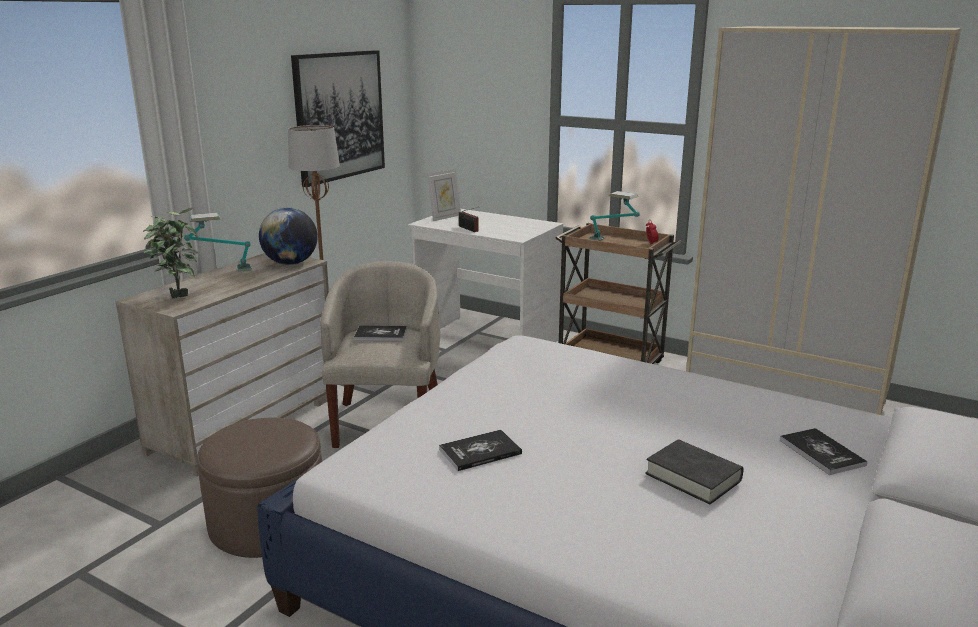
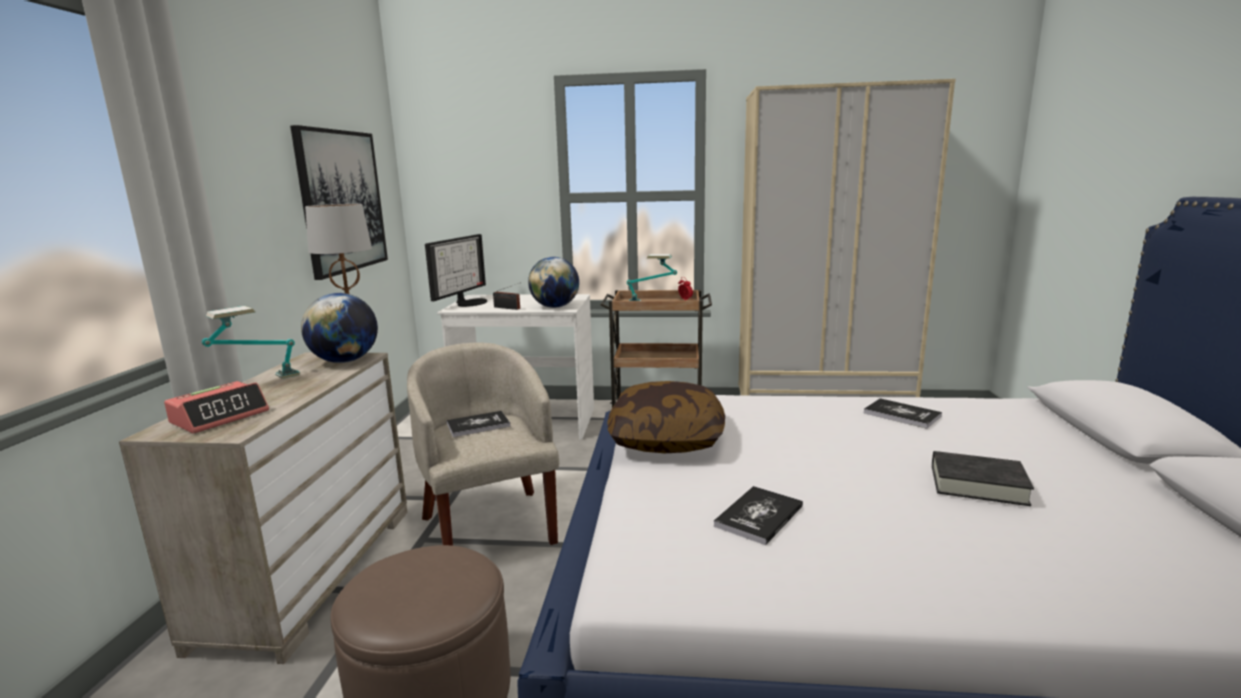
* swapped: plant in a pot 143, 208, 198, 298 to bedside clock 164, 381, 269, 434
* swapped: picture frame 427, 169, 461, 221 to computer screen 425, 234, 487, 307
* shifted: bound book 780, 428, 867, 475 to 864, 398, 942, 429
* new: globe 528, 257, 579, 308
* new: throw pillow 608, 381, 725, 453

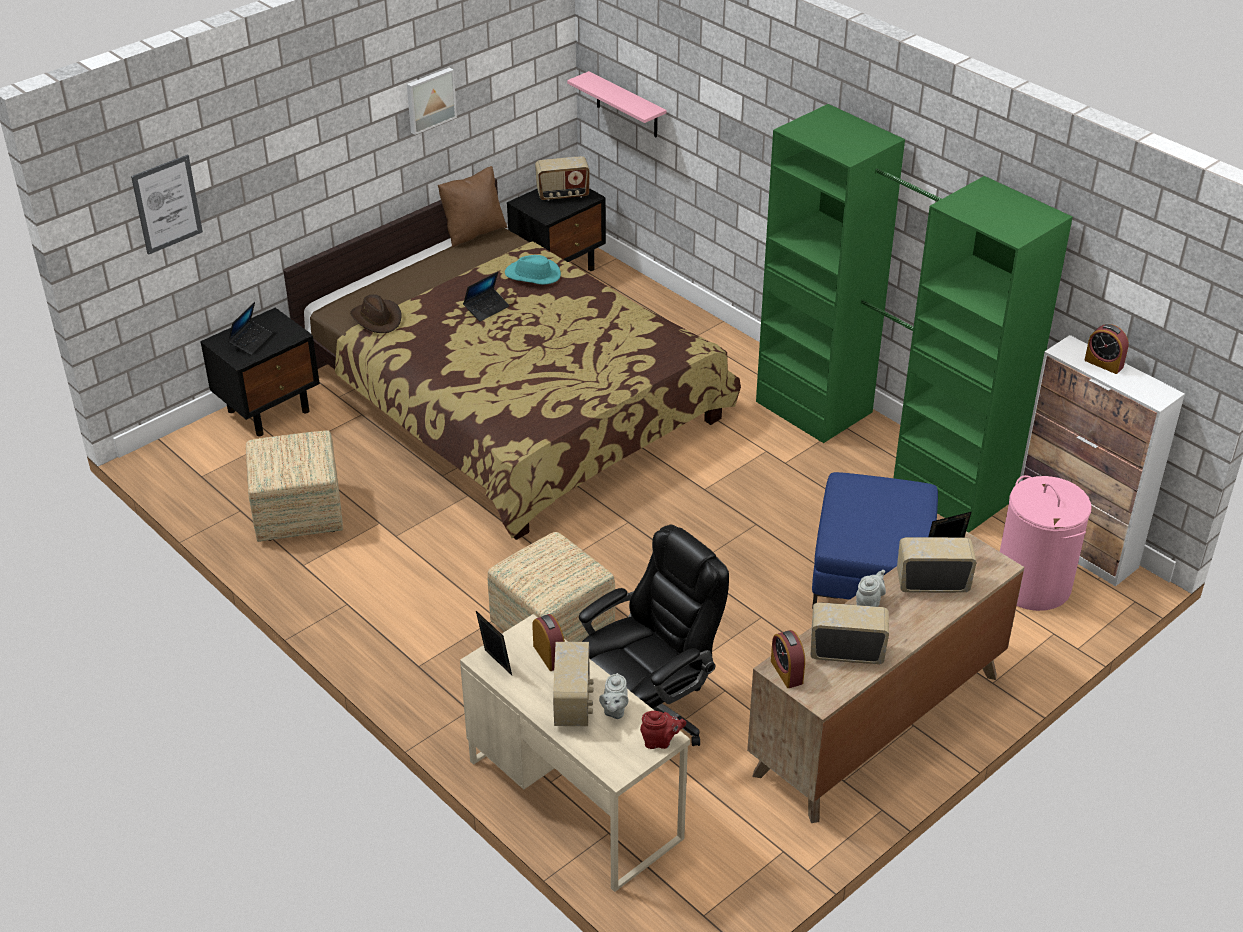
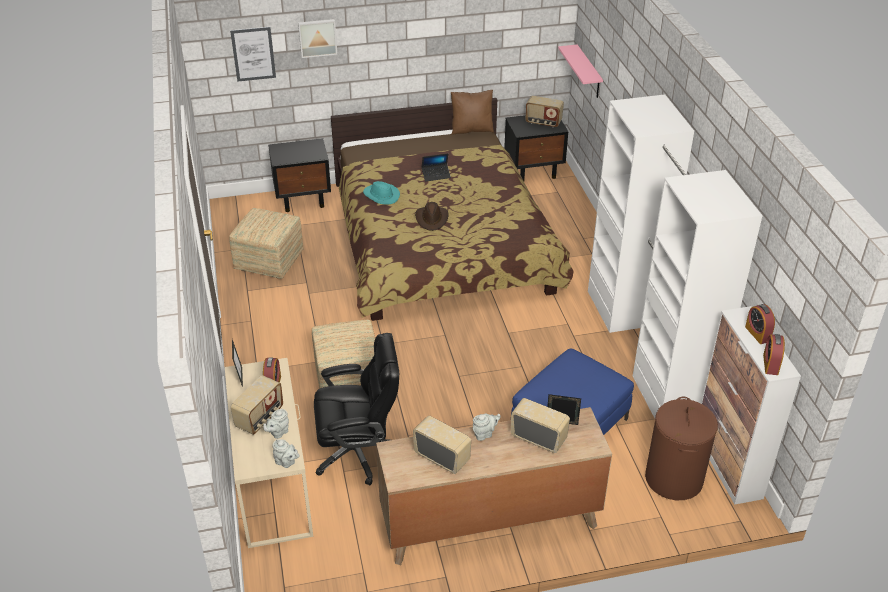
* gone: portable computer 228, 302, 273, 355
* shifted: brownish wearable hat 350, 294, 401, 333 to 415, 202, 449, 231
* shifted: wall picture 407, 67, 457, 135 to 298, 19, 337, 58
* shifted: blue-green wearable hat 505, 255, 561, 285 to 363, 181, 400, 205
* repainted: reddish teapot 640, 711, 686, 749 to gray teapot 273, 439, 300, 468
* repainted: greenish armoire 756, 104, 1073, 533 to white armoire 588, 95, 763, 418
* shifted: bedside clock 771, 630, 805, 688 to 763, 334, 785, 375
* repainted: pink-coloured washing basket 1000, 475, 1092, 611 to brownish washing basket 645, 396, 718, 500

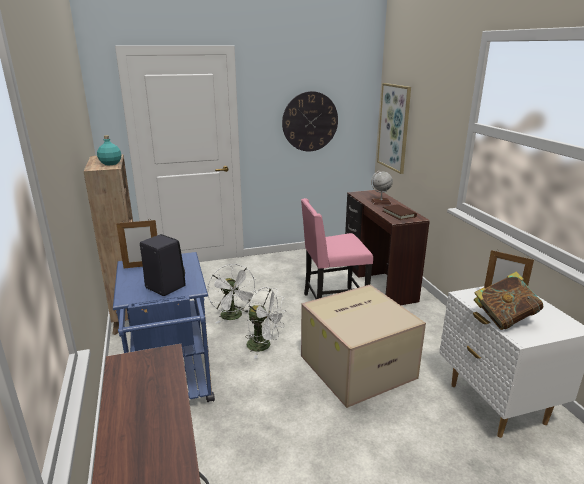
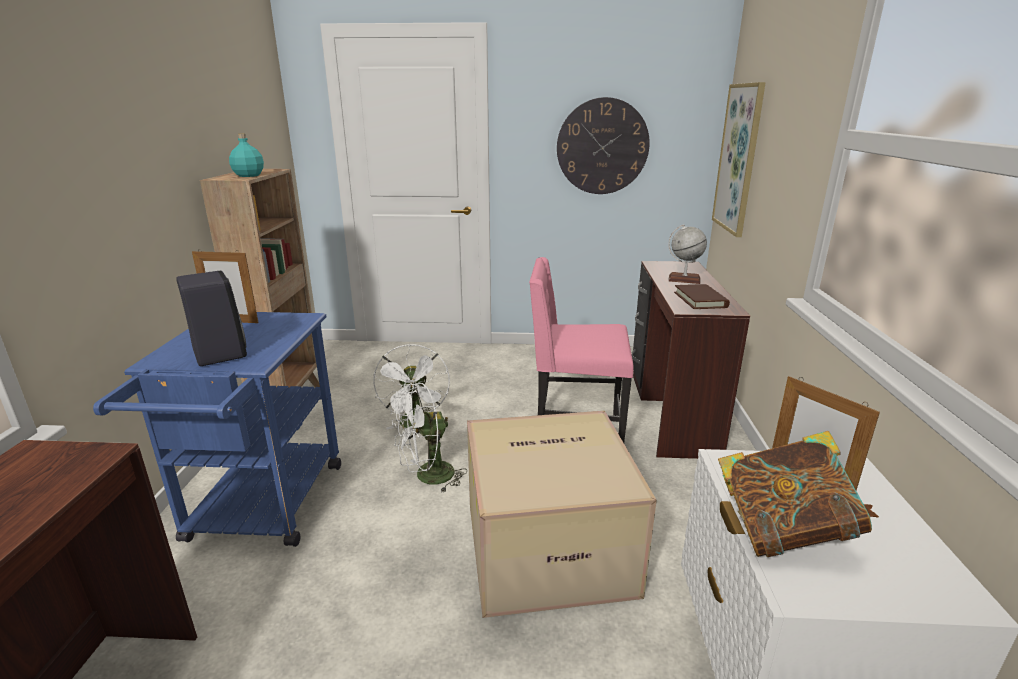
* rotated: white electric fan 245, 287, 286, 359 = 392, 383, 467, 493 105 degrees clockwise

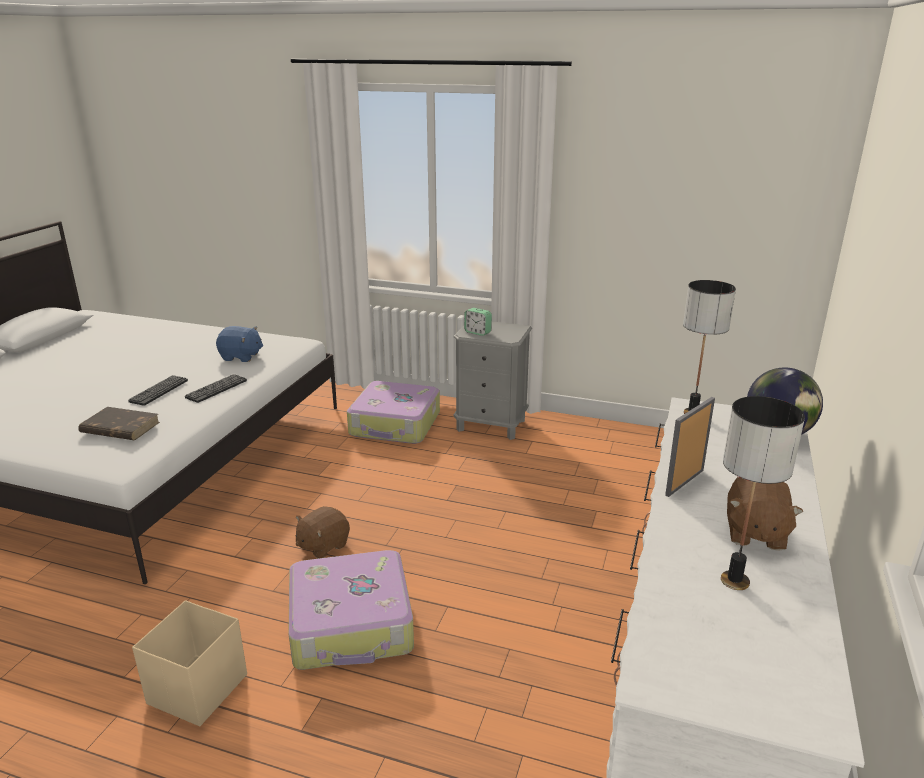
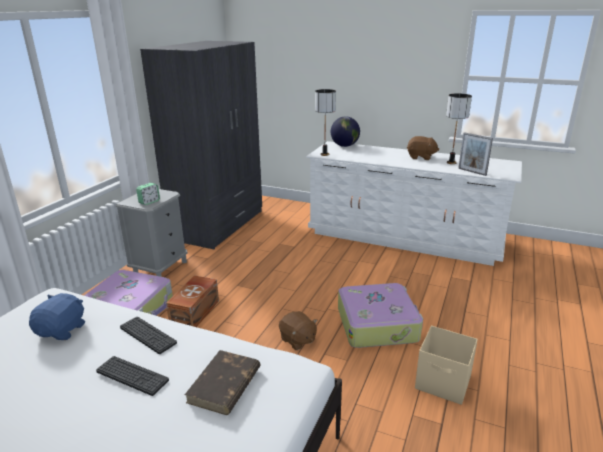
* shifted: picture frame 665, 397, 715, 497 to 458, 132, 493, 176
* new: gray armoire 140, 41, 262, 249
* new: brownish storage container 166, 275, 219, 327

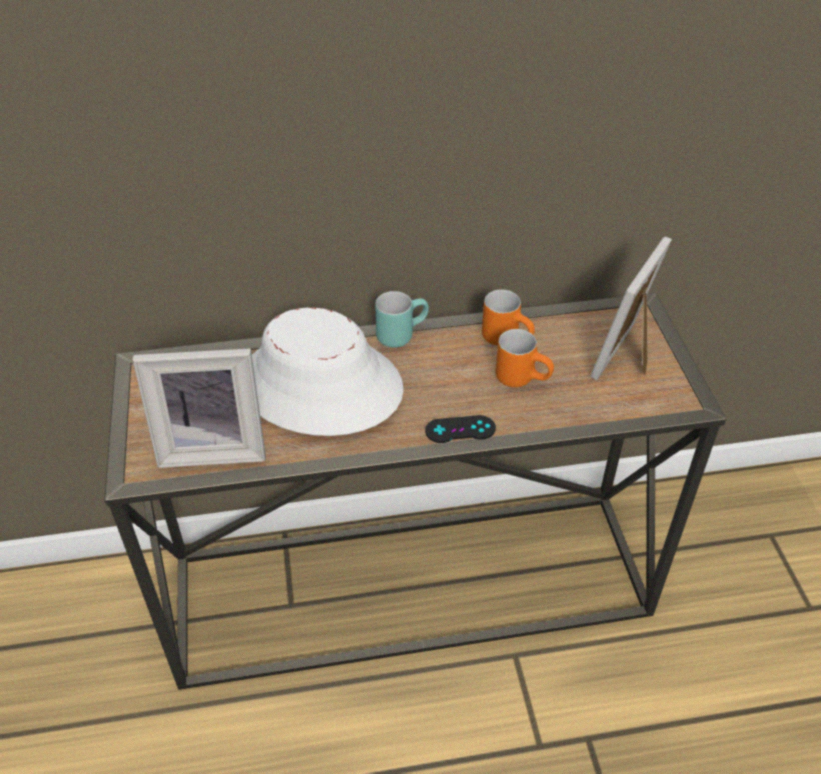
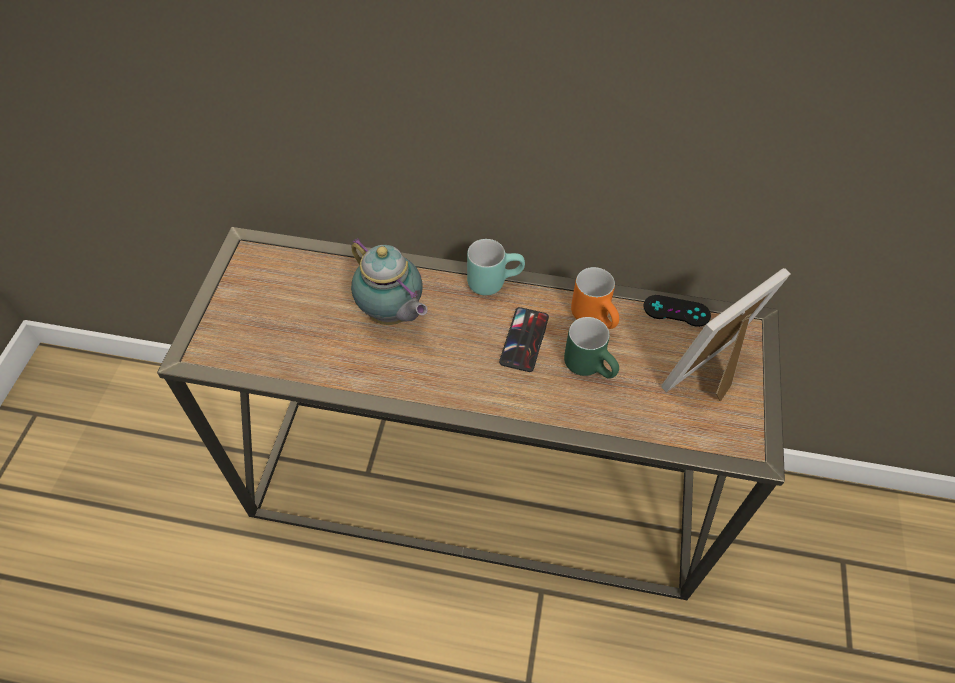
* gone: picture frame 133, 348, 266, 468
* swapped: white wearable hat 252, 307, 404, 436 to teapot 351, 238, 428, 325
* shifted: black joypad 425, 415, 496, 443 to 644, 295, 711, 327
* repainted: orange-coloured tea mug 496, 329, 554, 387 to greenish tea mug 564, 317, 619, 379
* new: telephone 499, 307, 549, 372

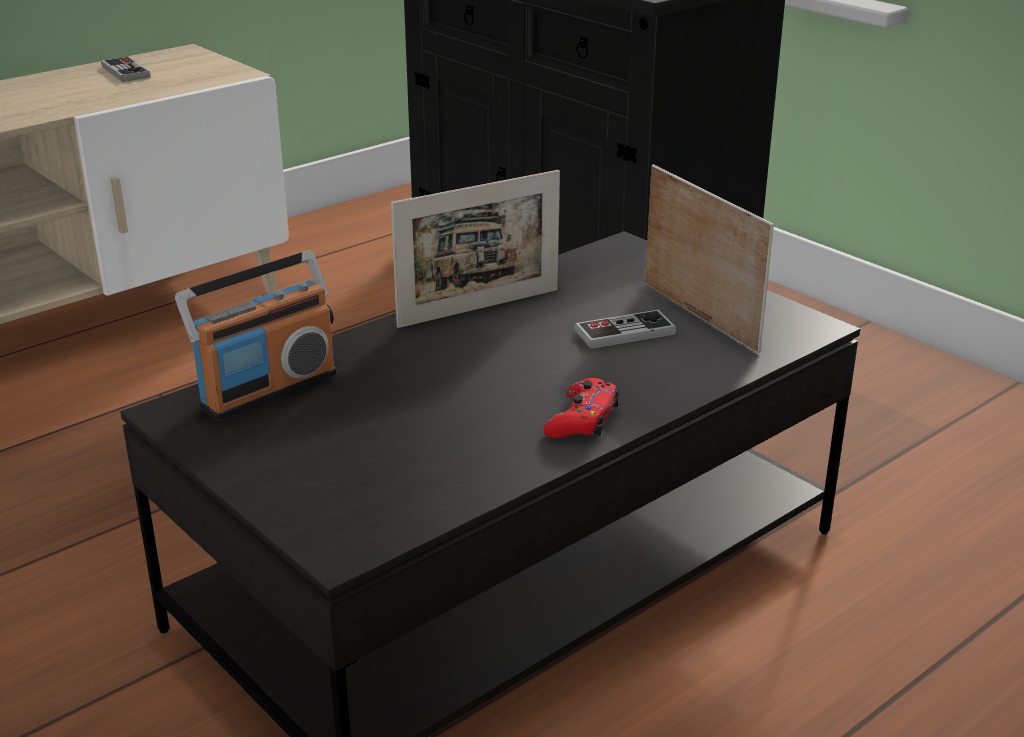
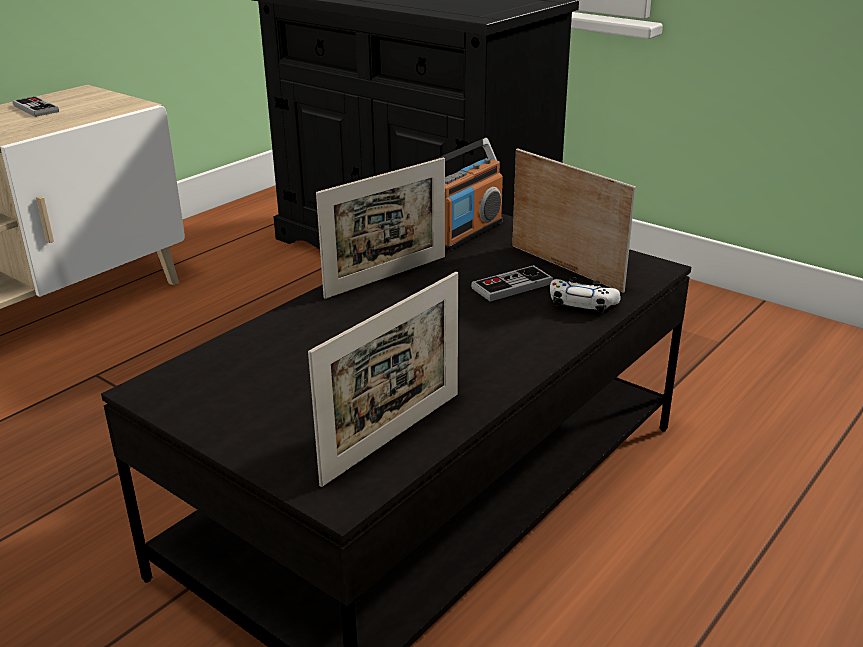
* shifted: radio 175, 250, 336, 421 to 431, 138, 503, 251
* gone: reddish joypad 544, 378, 619, 438
* new: picture frame 308, 272, 458, 487
* new: white joypad 550, 277, 620, 313

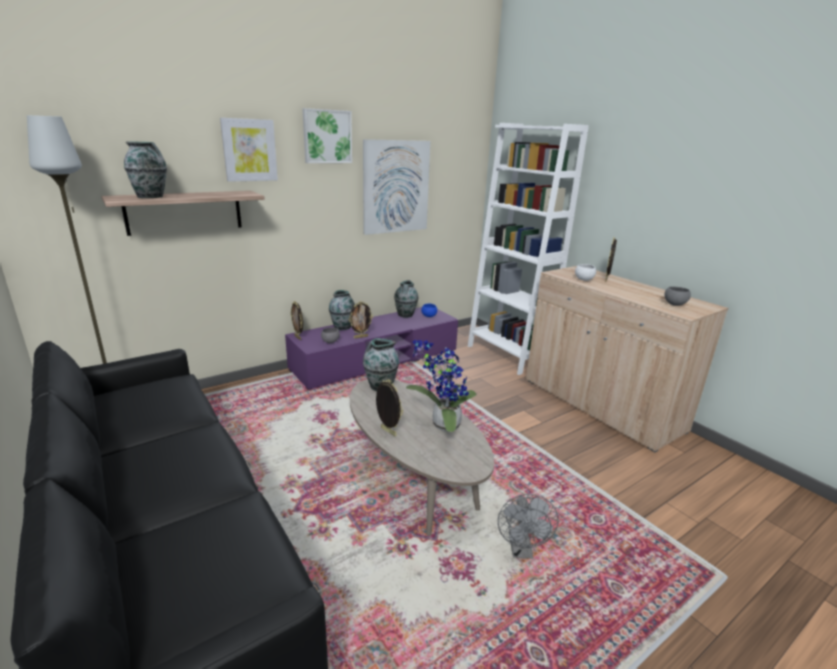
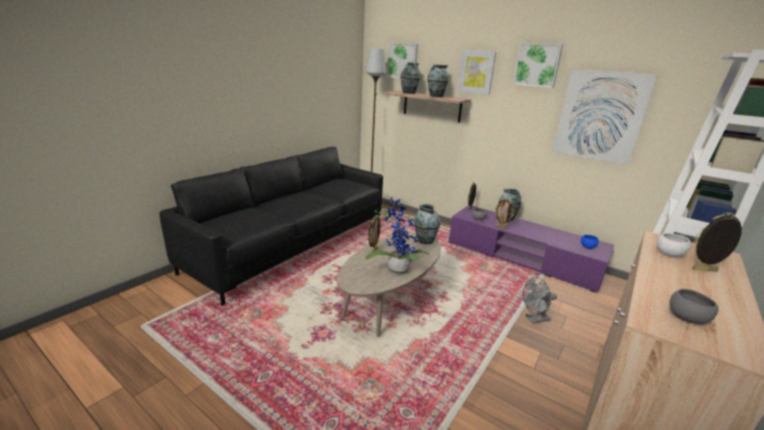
* shifted: decorative vase 394, 280, 419, 317 to 427, 64, 449, 97
* shifted: gray electric fan 498, 494, 559, 559 to 523, 277, 557, 324
* new: wall picture 387, 43, 418, 78

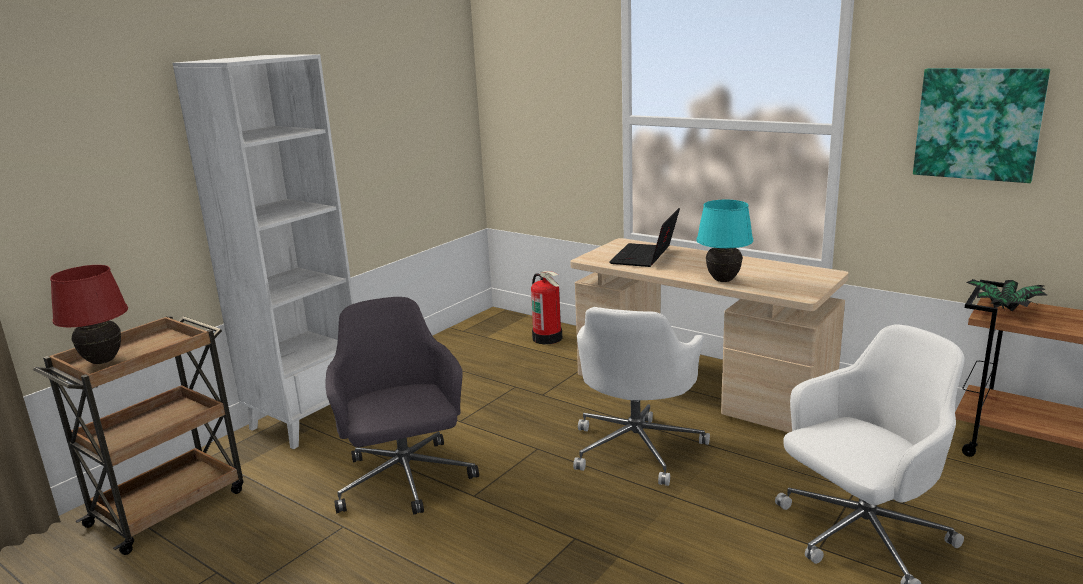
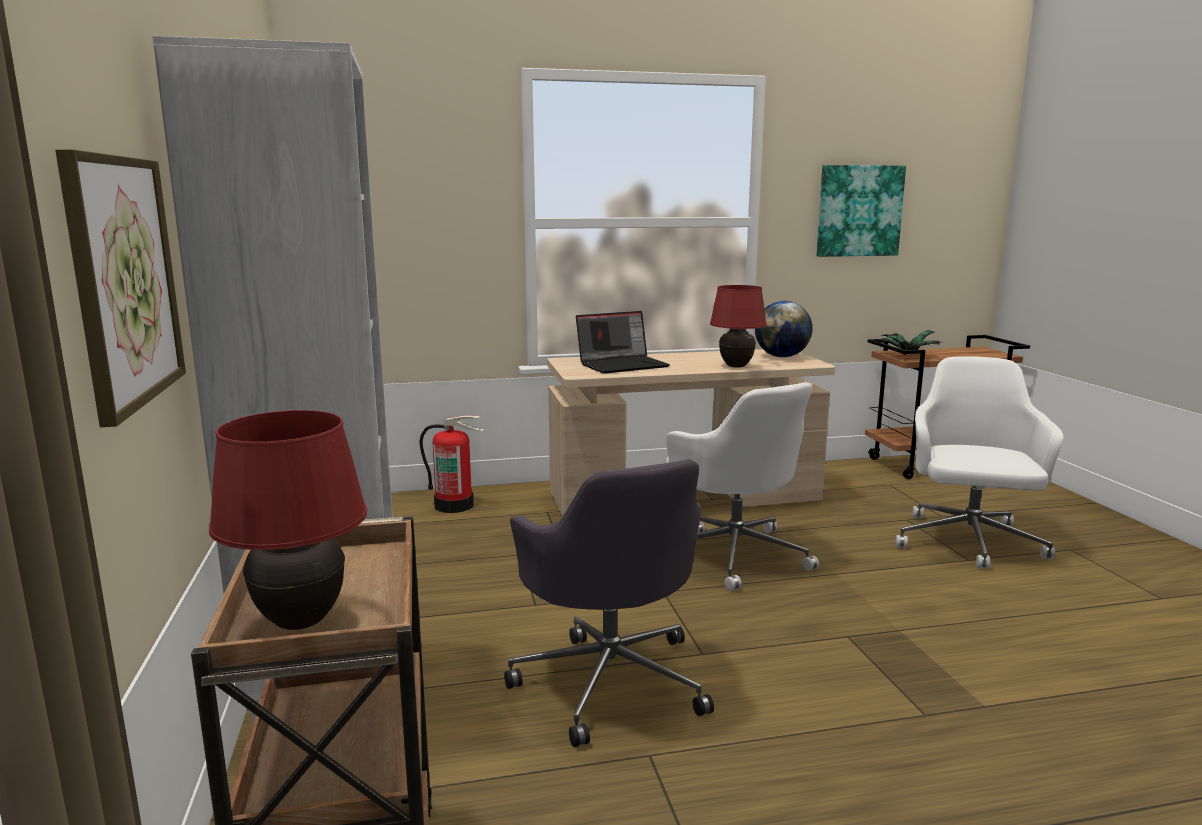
* rotated: gray desk chair 325, 297, 479, 515 = 504, 459, 714, 747 135 degrees counterclockwise
* rotated: portable computer 609, 208, 680, 267 = 576, 311, 670, 374 90 degrees counterclockwise
* repainted: blue-green tabletop lamp 696, 200, 753, 282 to reddish tabletop lamp 710, 285, 767, 368
* new: wall picture 55, 149, 186, 427
* new: globe 755, 301, 813, 357

